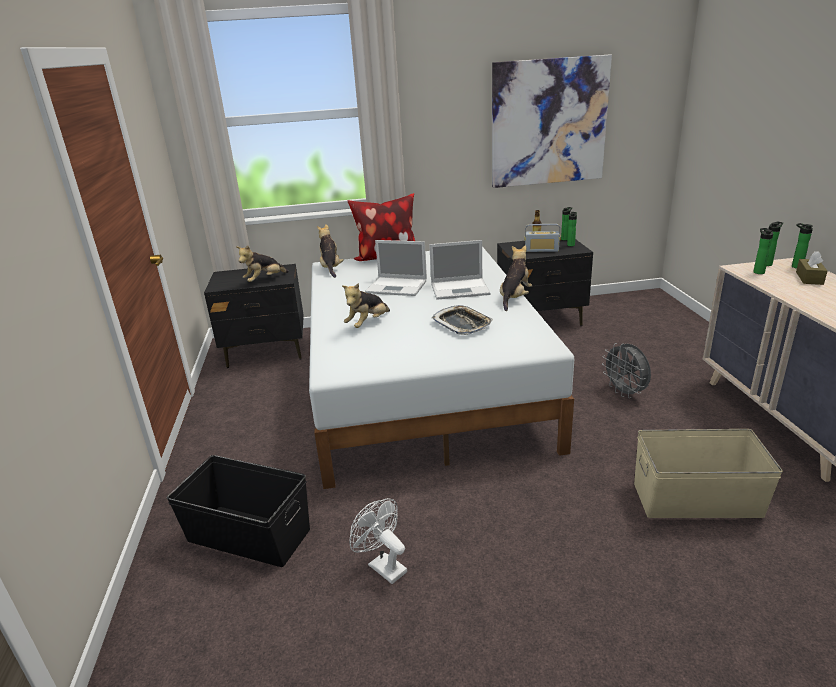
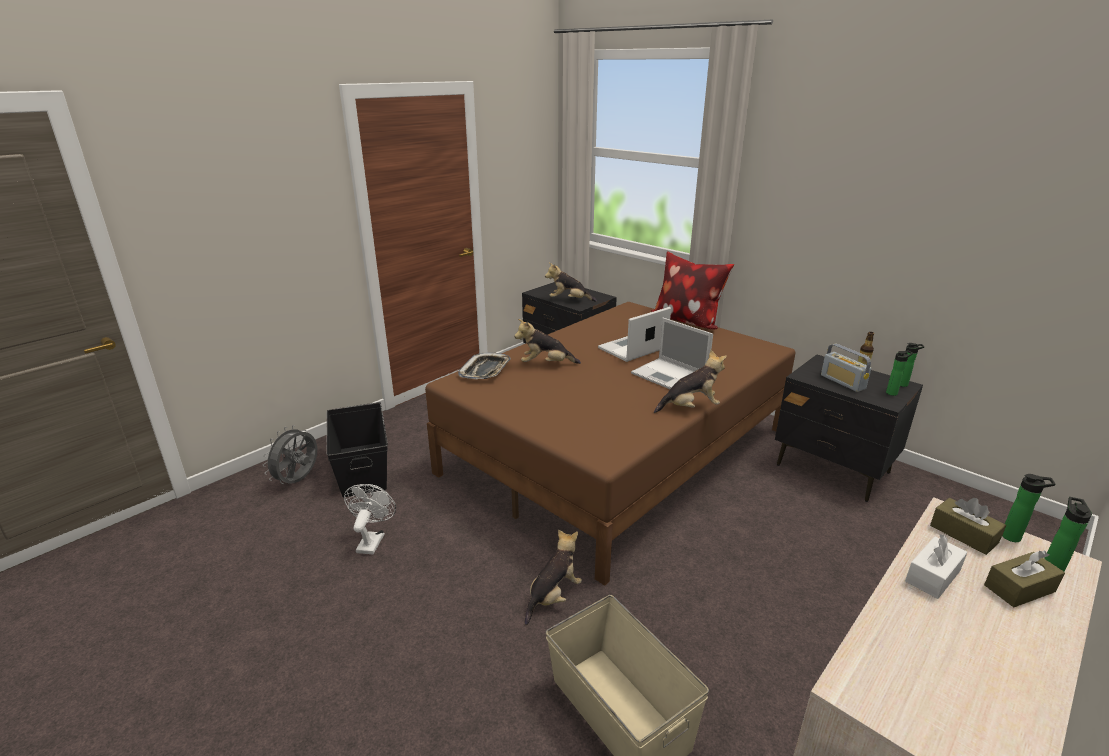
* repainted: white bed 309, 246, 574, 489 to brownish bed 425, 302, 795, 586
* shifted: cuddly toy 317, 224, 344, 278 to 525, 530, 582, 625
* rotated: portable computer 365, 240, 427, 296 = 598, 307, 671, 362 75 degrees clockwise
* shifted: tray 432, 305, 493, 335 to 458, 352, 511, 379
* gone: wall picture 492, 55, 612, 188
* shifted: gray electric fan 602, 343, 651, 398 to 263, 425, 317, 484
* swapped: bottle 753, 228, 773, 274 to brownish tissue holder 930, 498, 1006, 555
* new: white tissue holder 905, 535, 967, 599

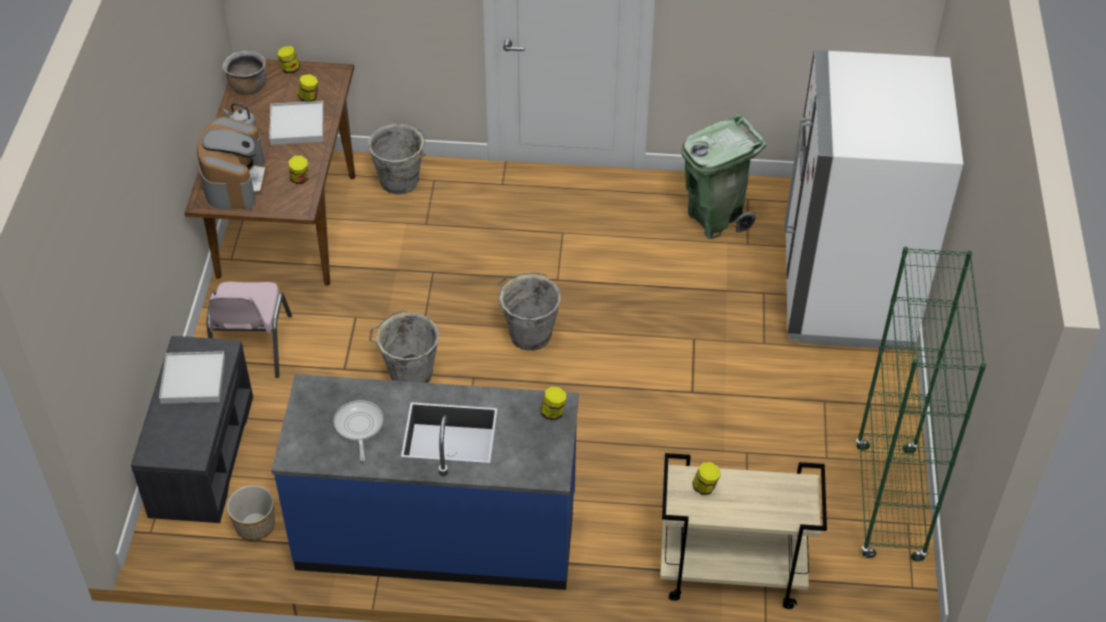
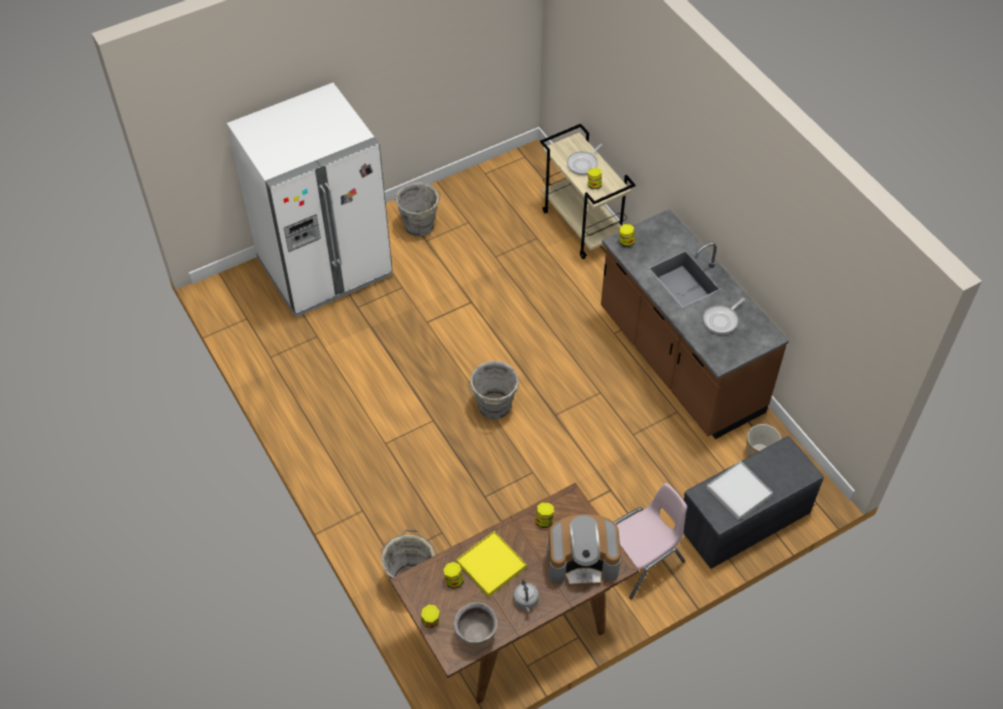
* rotated: coffee brewer 197, 117, 267, 210 = 546, 514, 621, 587 150 degrees counterclockwise
* repainted: white tray 269, 101, 323, 145 to yellow tray 456, 531, 527, 597
* repainted: blue-coloured kitchen counter 271, 374, 579, 590 to brownish kitchen counter 601, 209, 789, 439
* shifted: gray bucket 369, 310, 439, 383 to 395, 182, 440, 237
* gone: greenish trash can 681, 113, 766, 239
* gone: greenish shelving unit 856, 247, 986, 562
* new: pan 567, 144, 603, 175

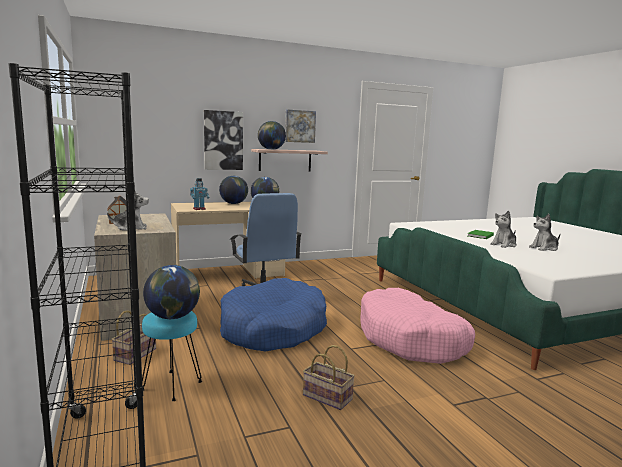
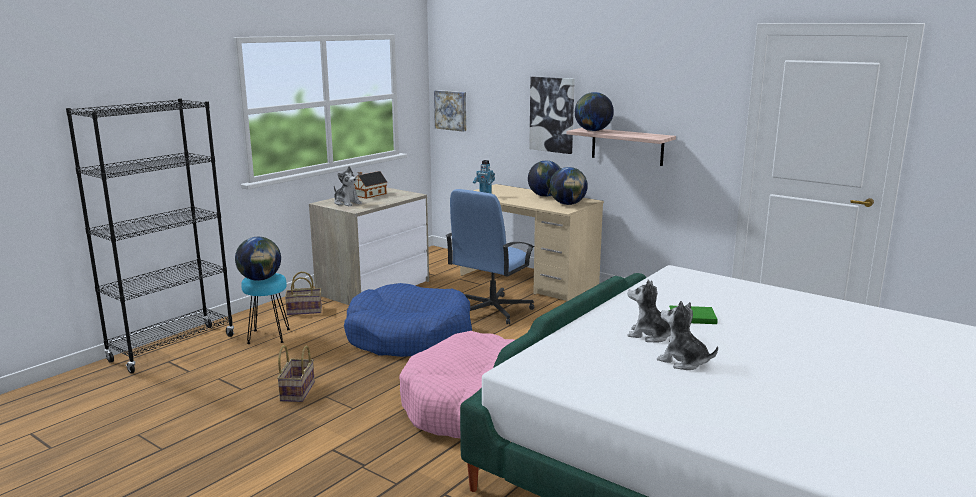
* shifted: wall picture 285, 109, 316, 143 to 434, 90, 466, 132

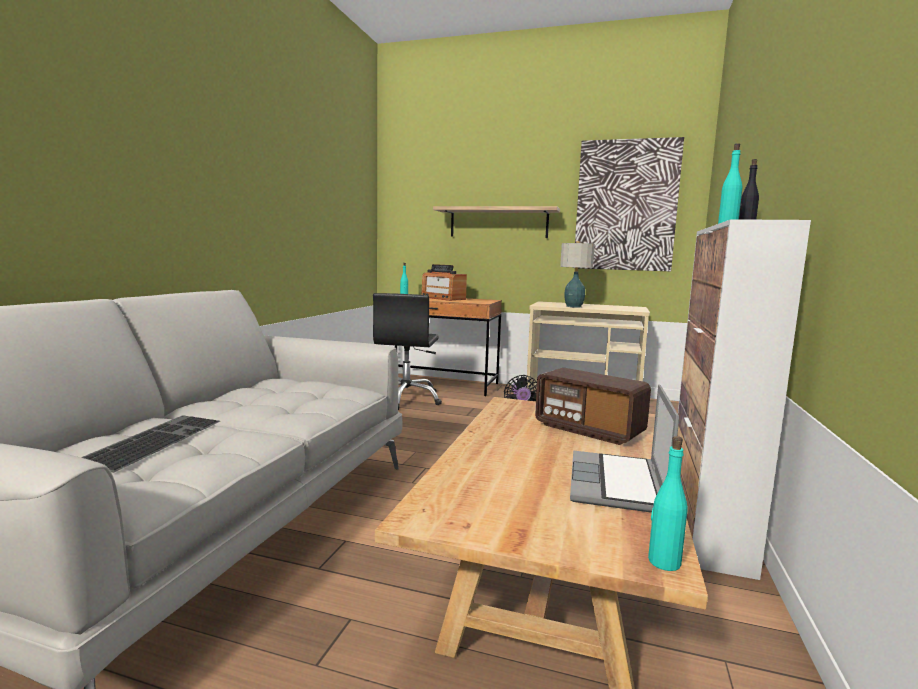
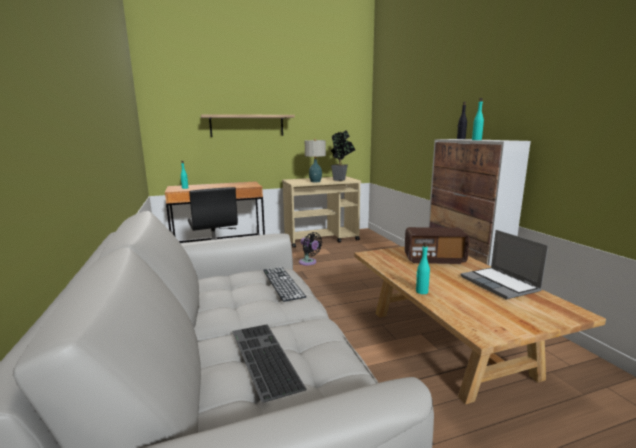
* gone: radio 421, 264, 467, 301
* gone: wall picture 573, 137, 684, 271
* shifted: blue-green bottle 648, 436, 687, 571 to 416, 242, 430, 294
* new: keyboard 263, 267, 306, 302
* new: plant in a pot 331, 130, 355, 181

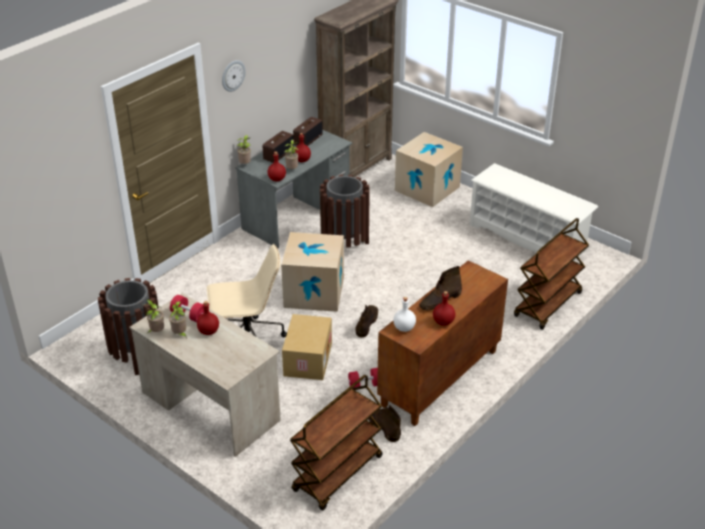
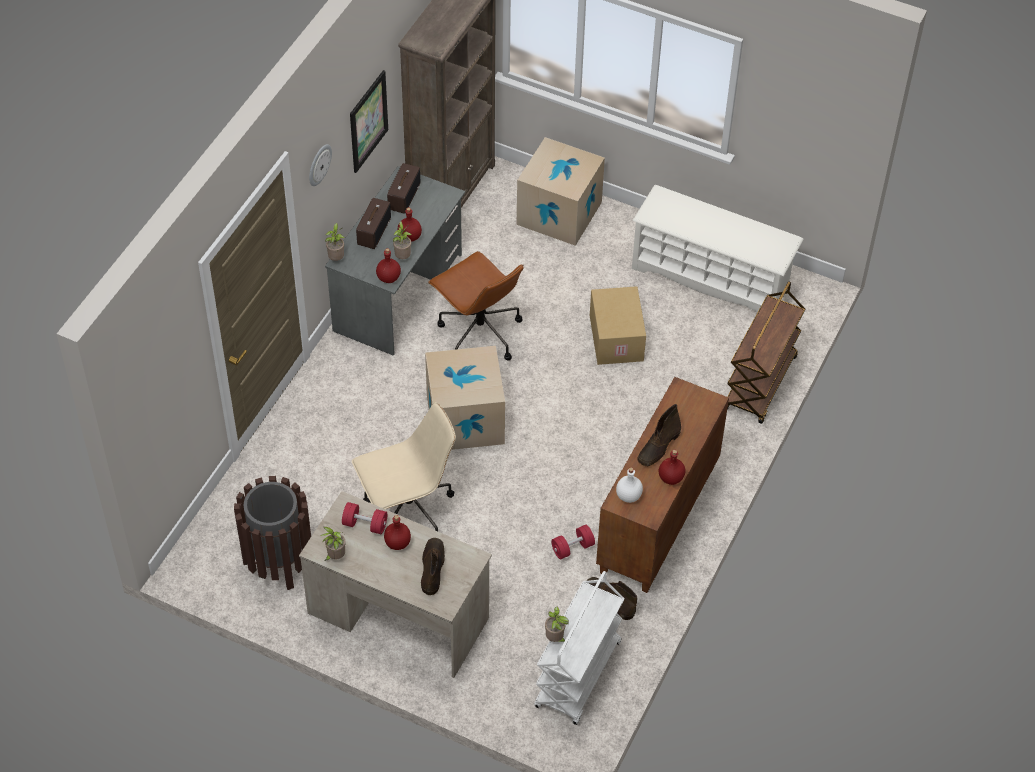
* shifted: plant in a pot 169, 301, 187, 339 to 545, 607, 569, 642
* shifted: packing box 282, 314, 332, 380 to 590, 286, 646, 365
* repainted: brownish cart 290, 375, 382, 511 to white cart 535, 571, 625, 725
* swapped: brownish trash can 320, 175, 370, 248 to brownish desk chair 428, 251, 524, 361
* shifted: brownish tall boot 355, 305, 378, 337 to 421, 538, 445, 595
* new: wall picture 350, 70, 388, 173

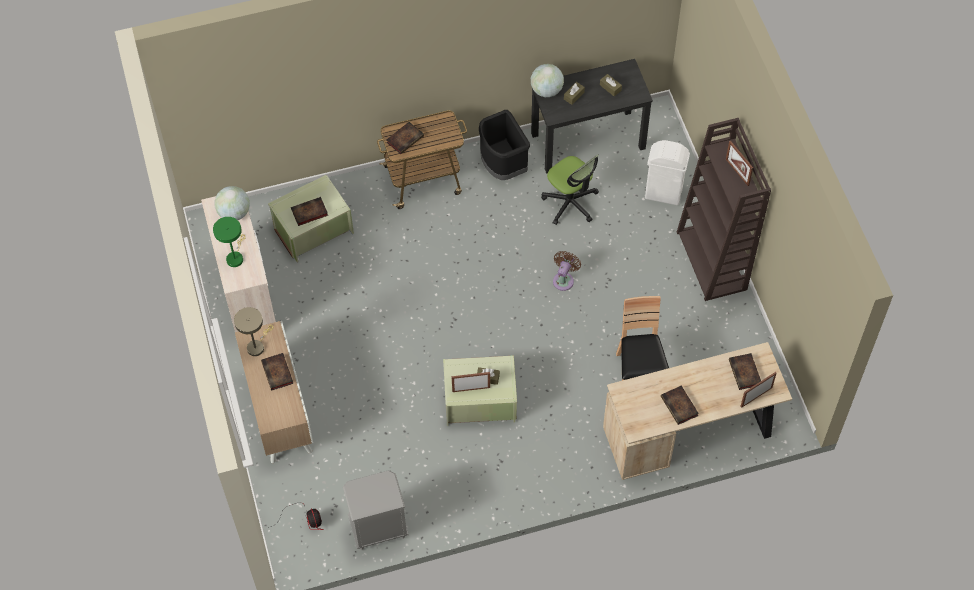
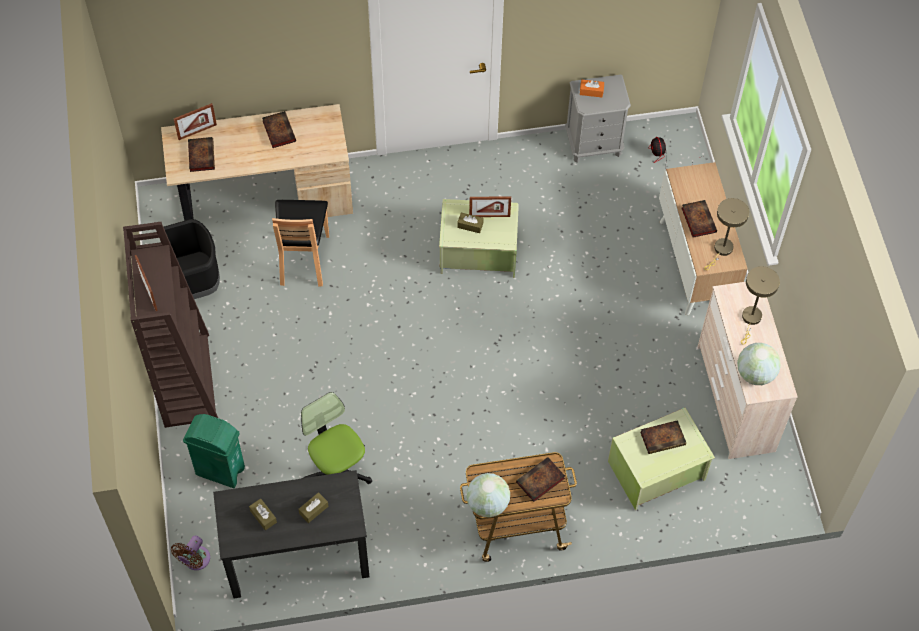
* repainted: greenish tabletop lamp 213, 217, 246, 267 to beige tabletop lamp 741, 266, 780, 345
* shifted: black trash can 479, 110, 530, 180 to 164, 219, 220, 299
* shifted: globe 531, 64, 564, 97 to 466, 473, 510, 517
* shifted: brownish electric fan 553, 251, 581, 291 to 171, 535, 210, 570
* repainted: white trash can 645, 140, 690, 205 to greenish trash can 183, 414, 245, 488
* new: orange-coloured tissue holder 580, 80, 604, 97

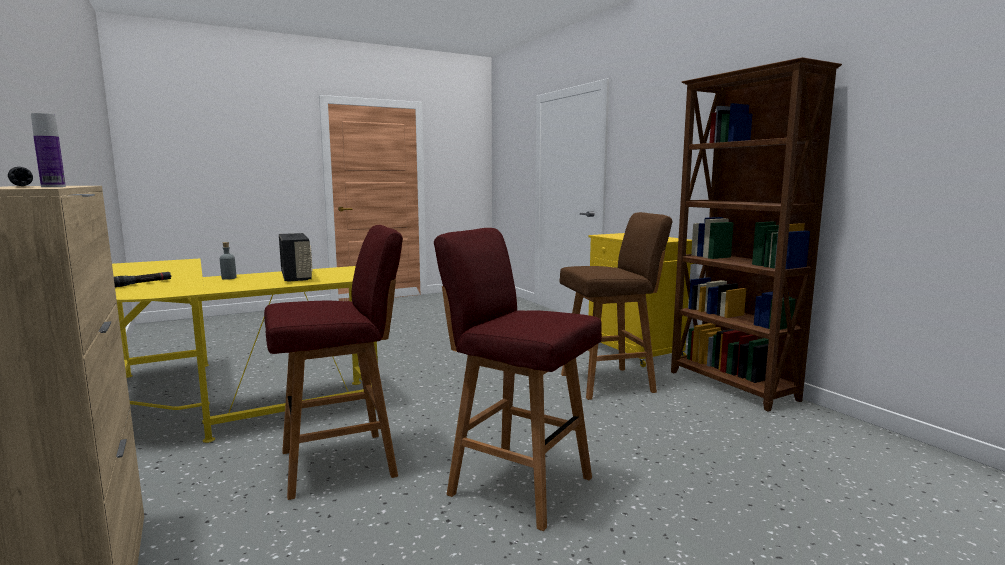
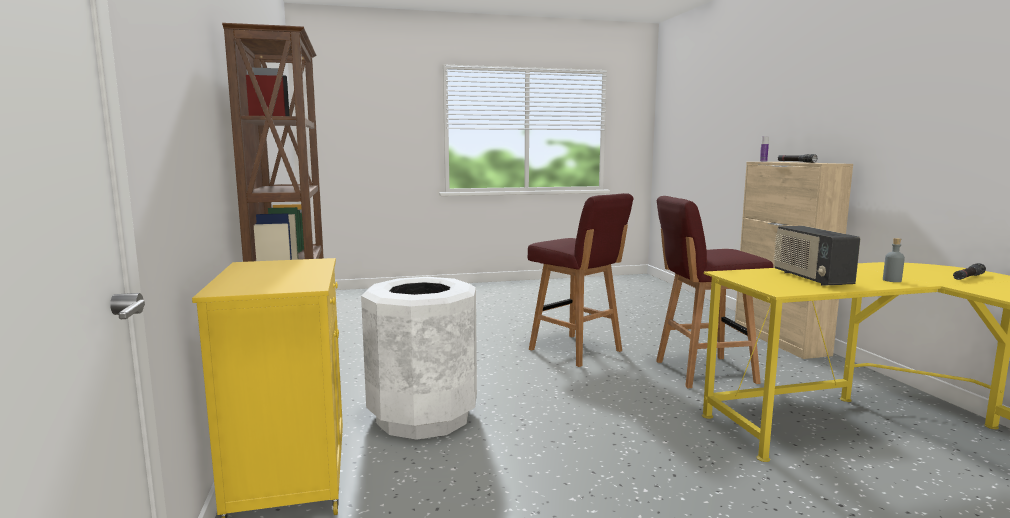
* swapped: brownish sitting stool 560, 212, 673, 400 to white trash can 361, 277, 477, 440

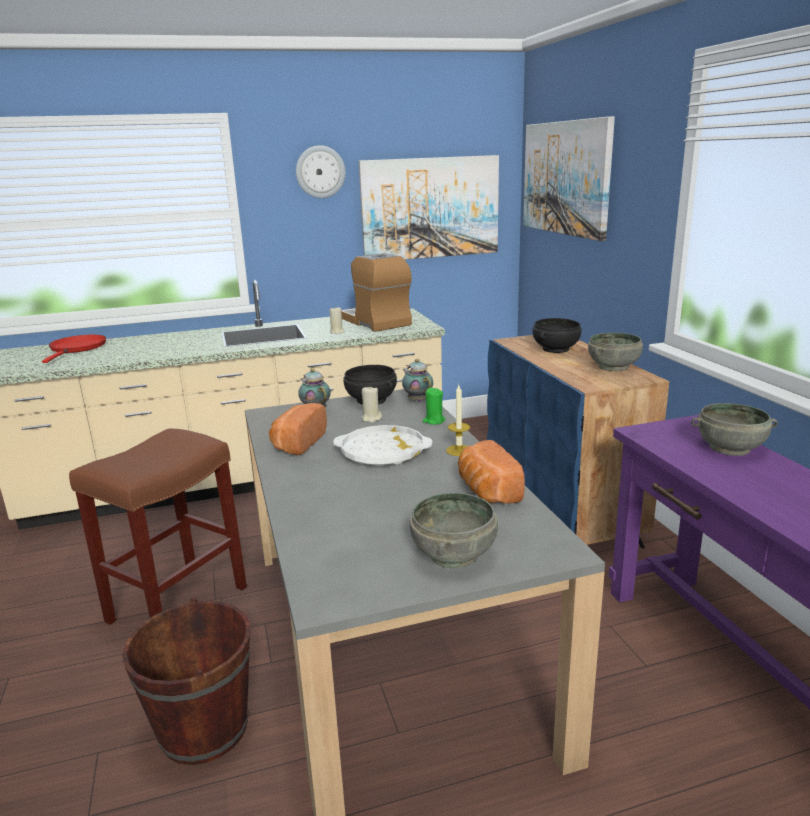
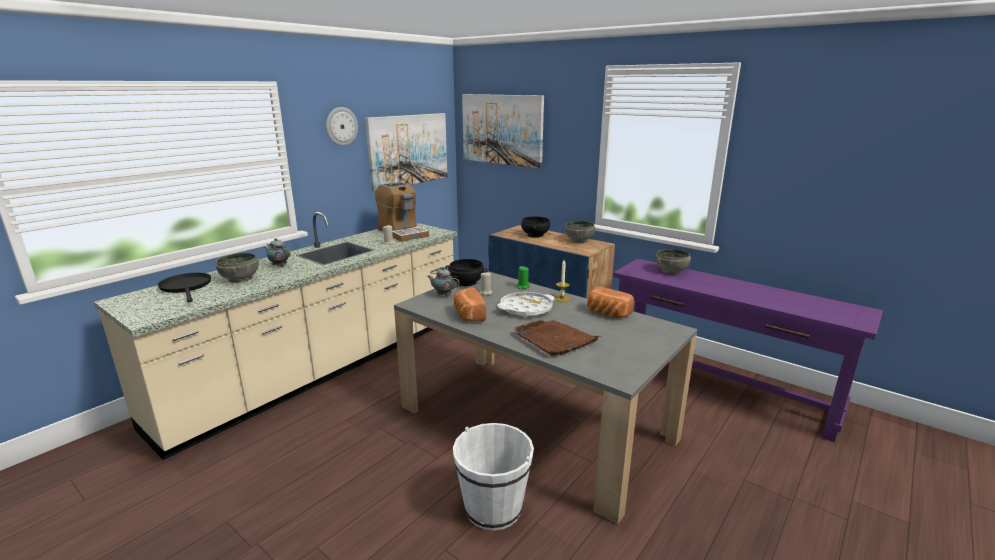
* repainted: reddish pan 42, 335, 106, 363 to black pan 158, 273, 211, 302
* gone: brownish sitting stool 69, 428, 247, 625
* repainted: brownish bucket 122, 597, 251, 765 to white bucket 453, 423, 534, 531
* rotated: coffee brewer 341, 253, 412, 332 = 375, 182, 429, 242 150 degrees counterclockwise
* shifted: teapot 402, 359, 433, 402 to 264, 238, 290, 267
* shifted: gray bowl 410, 493, 498, 568 to 216, 253, 259, 283
* new: brownish tray 514, 320, 601, 356

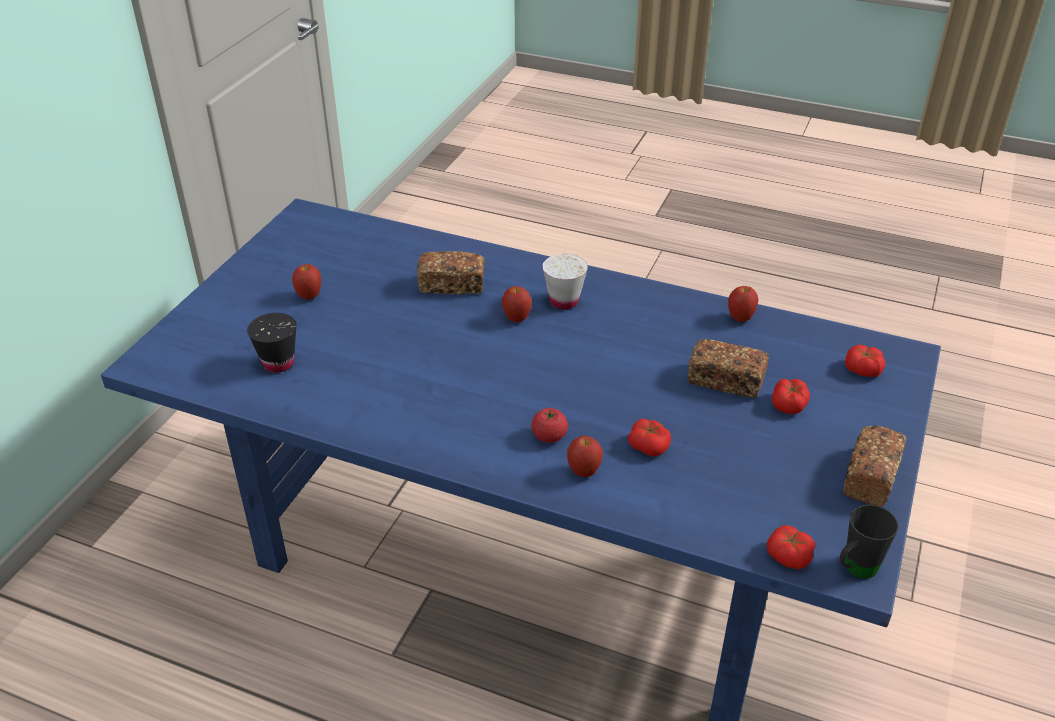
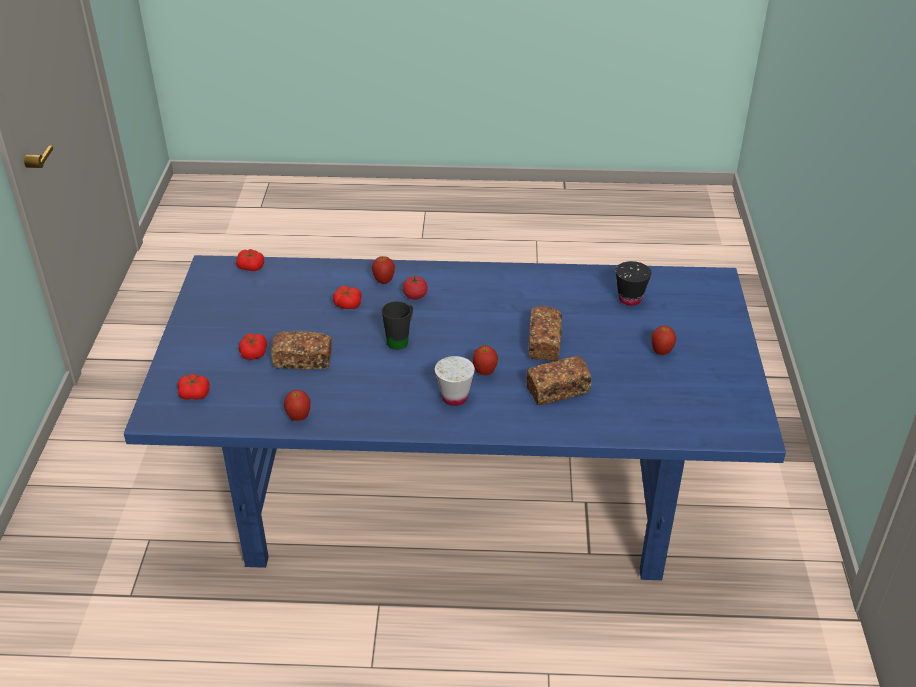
* shifted: black tea mug 840, 505, 899, 579 to 382, 301, 413, 350
* shifted: bread 843, 425, 907, 507 to 529, 306, 562, 361

